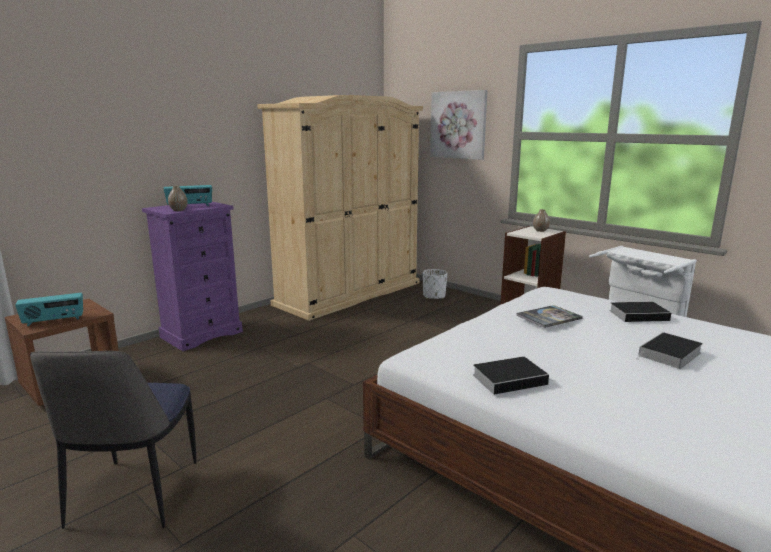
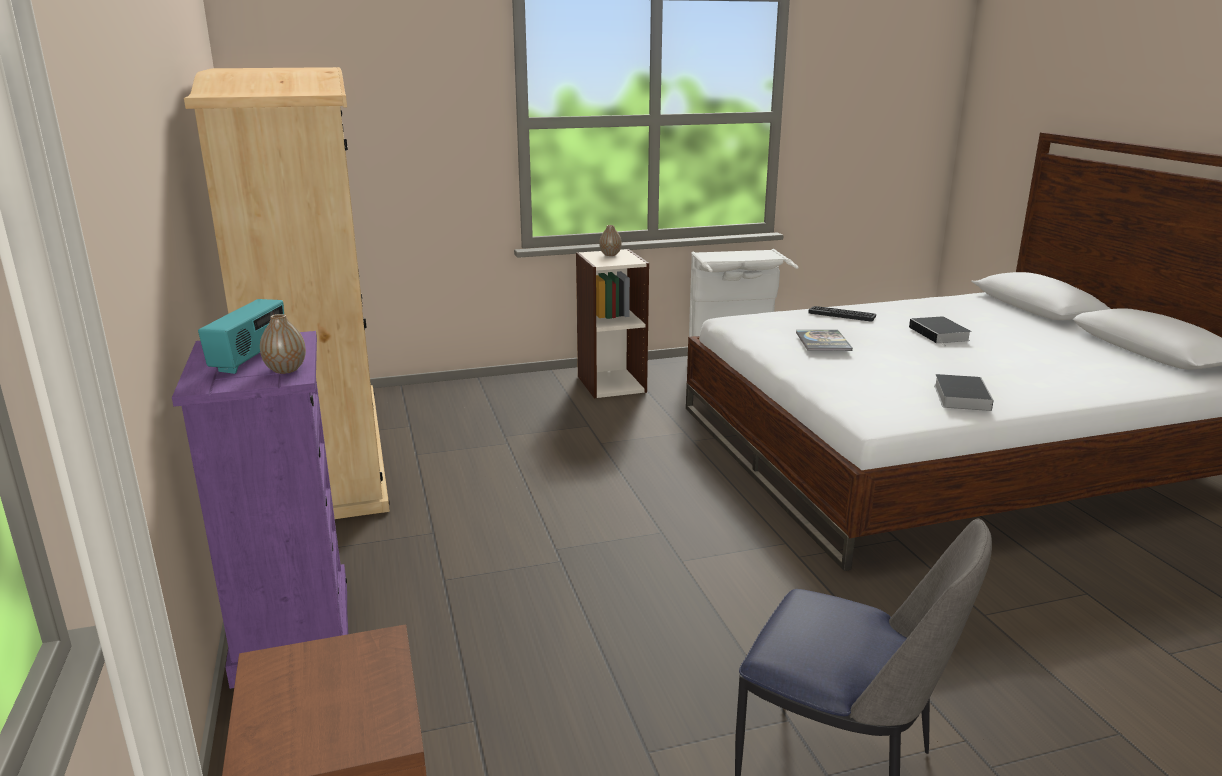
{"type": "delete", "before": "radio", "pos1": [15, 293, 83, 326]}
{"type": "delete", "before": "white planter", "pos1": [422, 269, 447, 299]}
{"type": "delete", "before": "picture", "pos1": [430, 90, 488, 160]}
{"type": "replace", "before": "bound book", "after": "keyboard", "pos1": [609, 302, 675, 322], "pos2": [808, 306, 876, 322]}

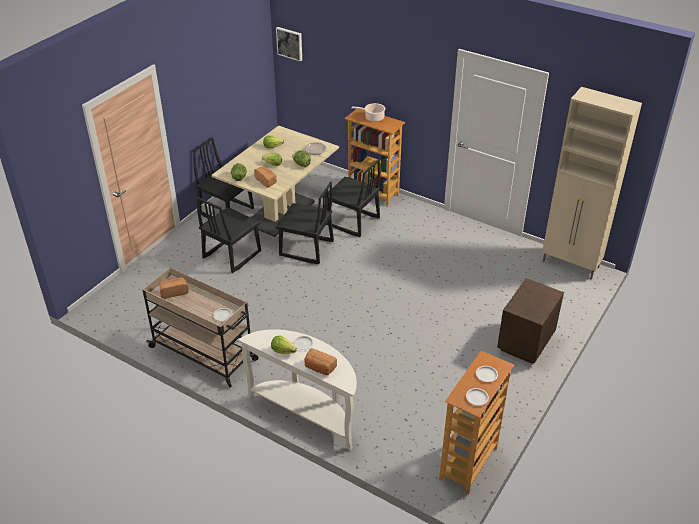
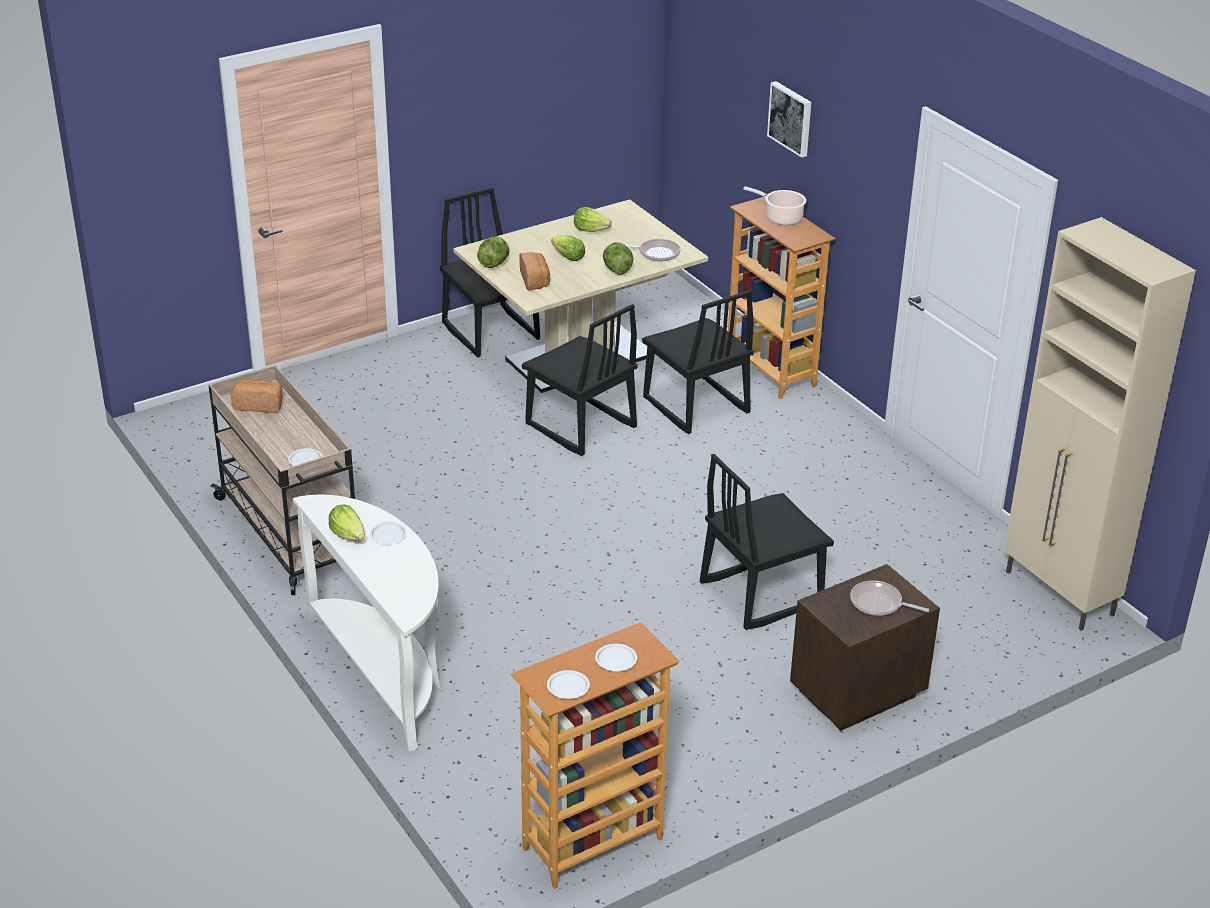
{"type": "delete", "before": "bakery bread", "pos1": [304, 348, 337, 375]}
{"type": "insert", "after": "pan", "pos2": [850, 580, 929, 616]}
{"type": "move", "before": "black-coloured plain chair", "pos1": [197, 197, 261, 273], "pos2": [700, 454, 834, 630]}
{"type": "move", "before": "picture", "pos1": [276, 27, 302, 61], "pos2": [767, 81, 811, 158]}

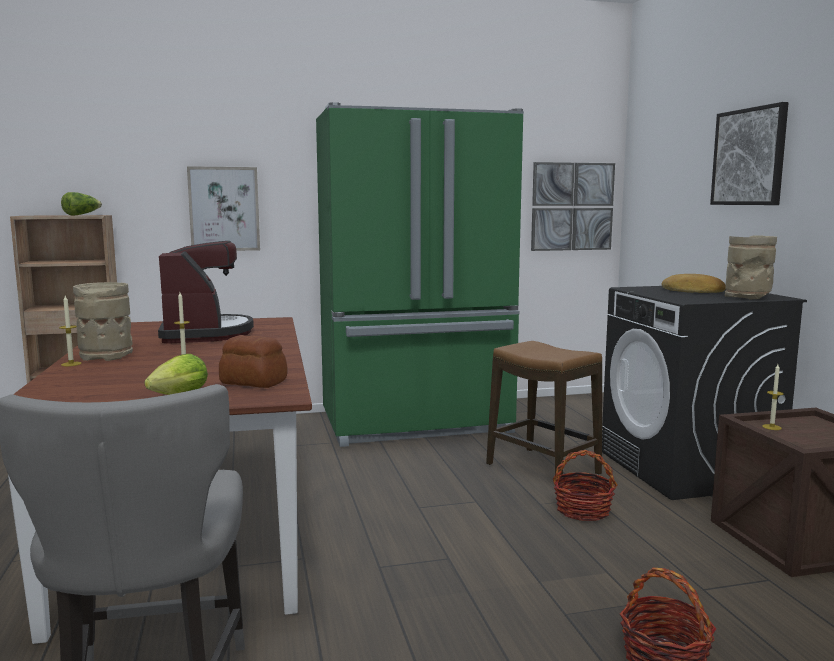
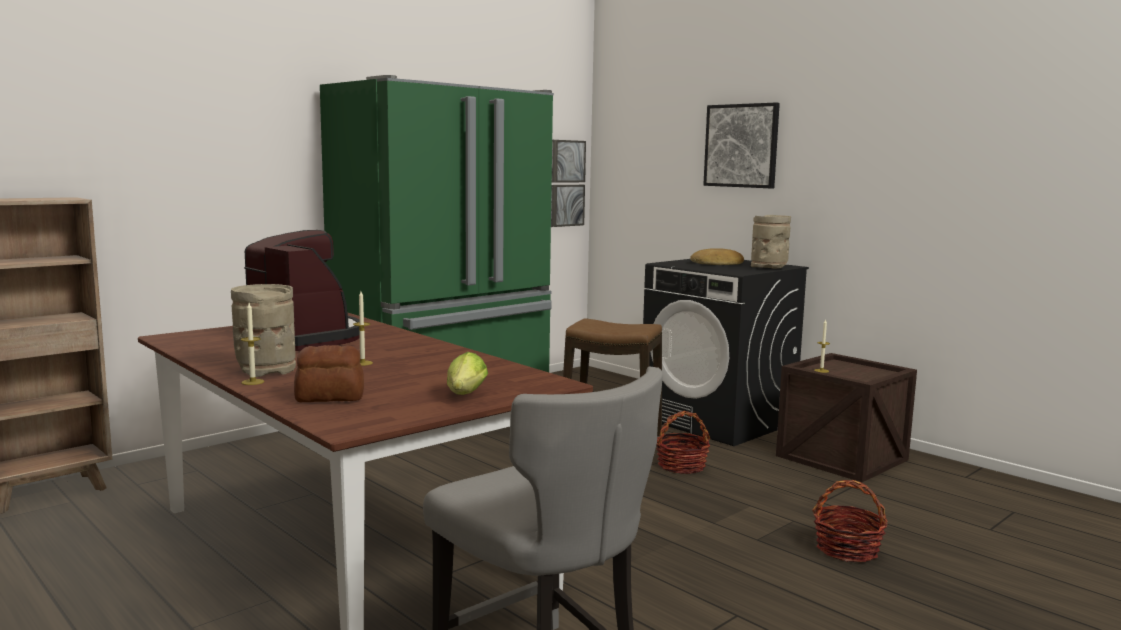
{"type": "delete", "before": "lettuce", "pos1": [61, 192, 102, 215]}
{"type": "delete", "before": "picture", "pos1": [187, 166, 260, 251]}
{"type": "move", "before": "bakery bread", "pos1": [219, 335, 287, 388], "pos2": [294, 345, 364, 402]}

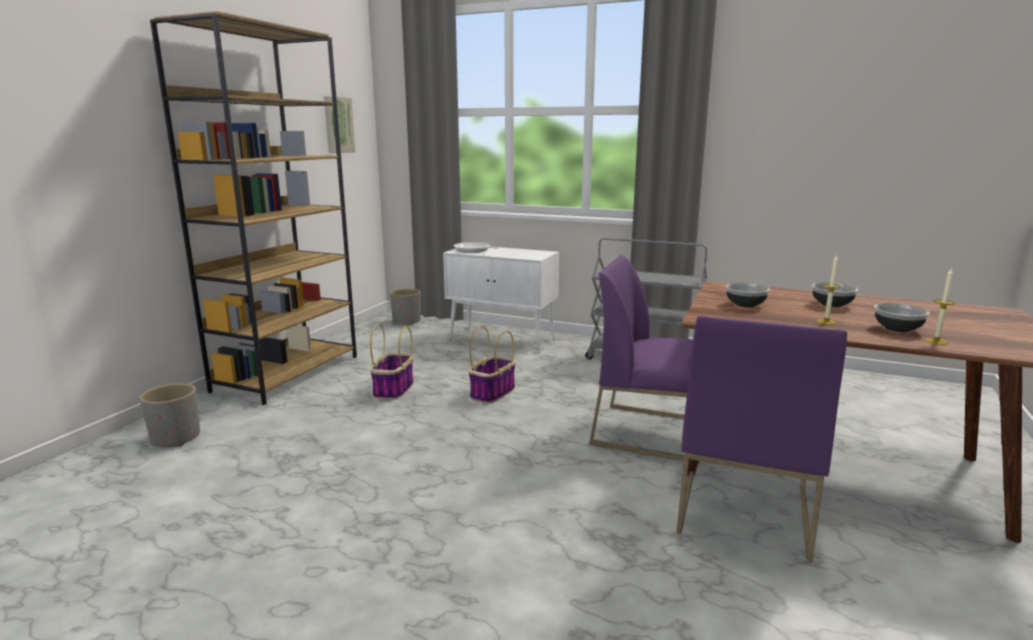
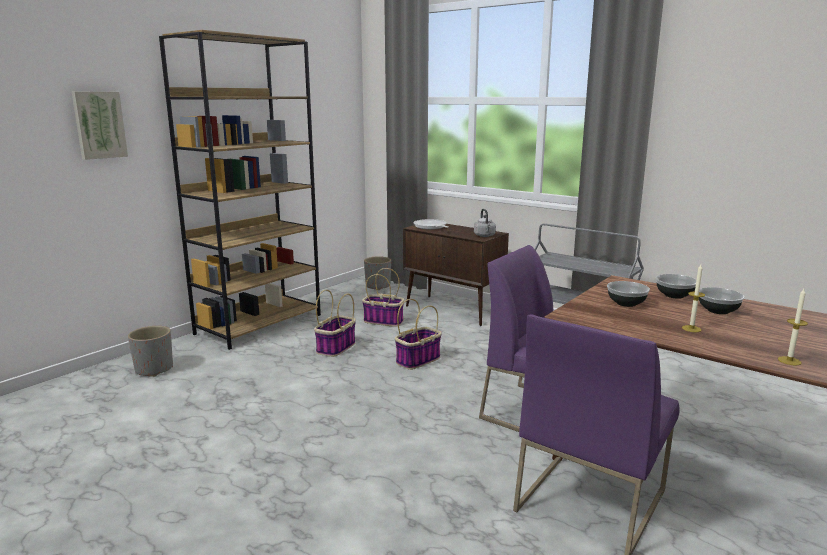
{"type": "insert", "after": "basket", "pos2": [362, 268, 404, 327]}
{"type": "insert", "after": "grey tea kettle", "pos2": [474, 209, 496, 237]}
{"type": "move", "before": "picture", "pos1": [324, 96, 355, 153], "pos2": [72, 92, 128, 160]}
{"type": "move", "before": "bowl", "pos1": [874, 303, 930, 332], "pos2": [656, 274, 696, 299]}
{"type": "recolor", "before": "white storage cabinet", "after": "brownish storage cabinet", "pos1": [443, 247, 559, 352], "pos2": [403, 224, 509, 326]}

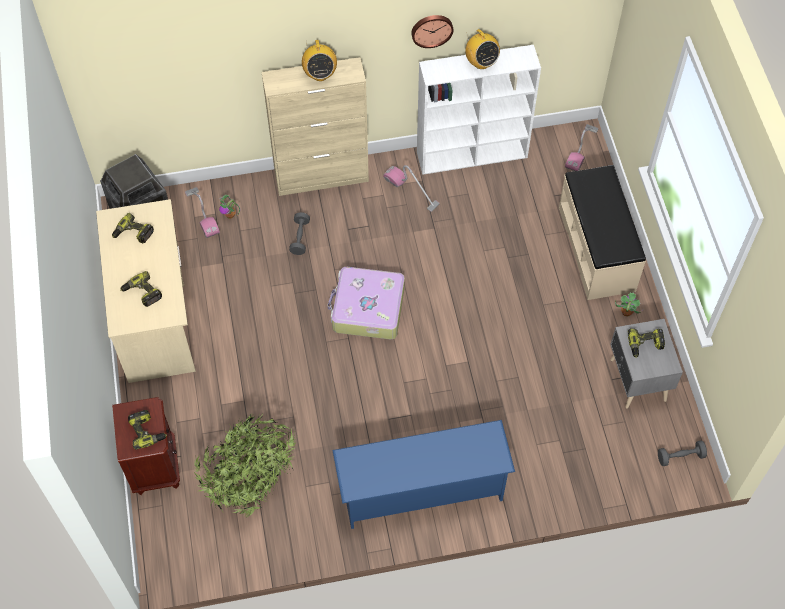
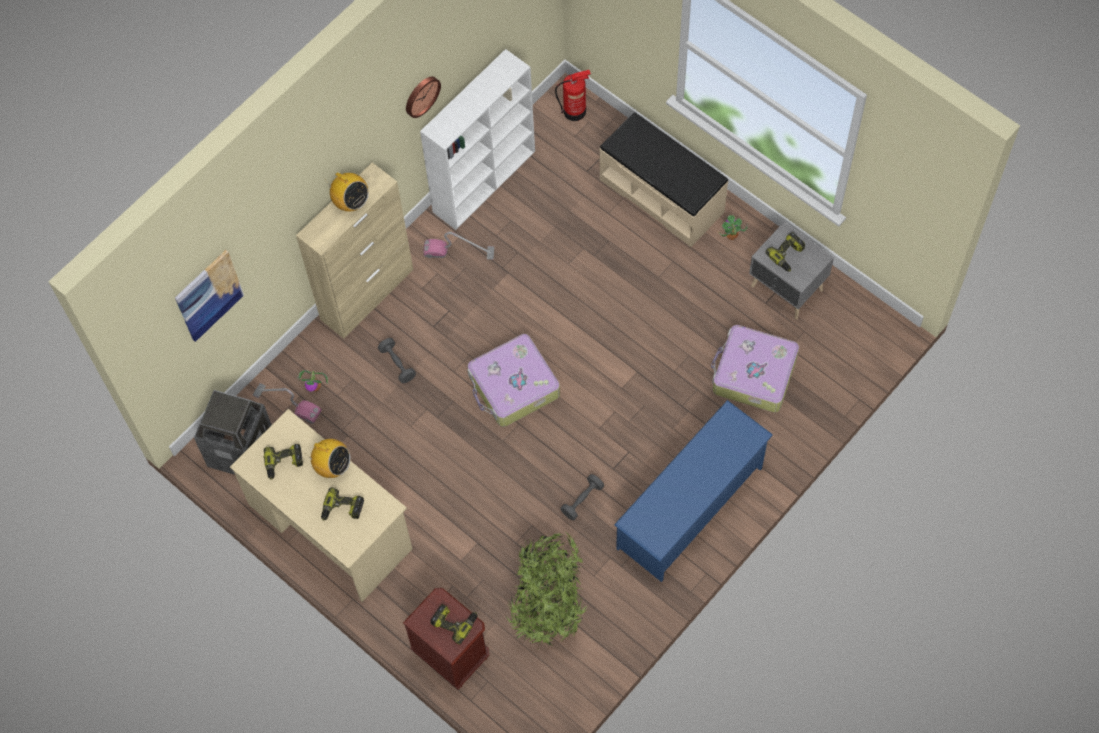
{"type": "insert", "after": "picture", "pos2": [175, 250, 244, 342]}
{"type": "insert", "after": "piece of luggage", "pos2": [711, 325, 799, 412]}
{"type": "move", "before": "radio", "pos1": [465, 29, 500, 69], "pos2": [305, 439, 351, 478]}
{"type": "move", "before": "grey dumbbell", "pos1": [658, 440, 707, 466], "pos2": [561, 474, 604, 520]}
{"type": "replace", "before": "vacuum cleaner", "after": "fire extinguisher", "pos1": [565, 124, 598, 171], "pos2": [555, 70, 591, 121]}

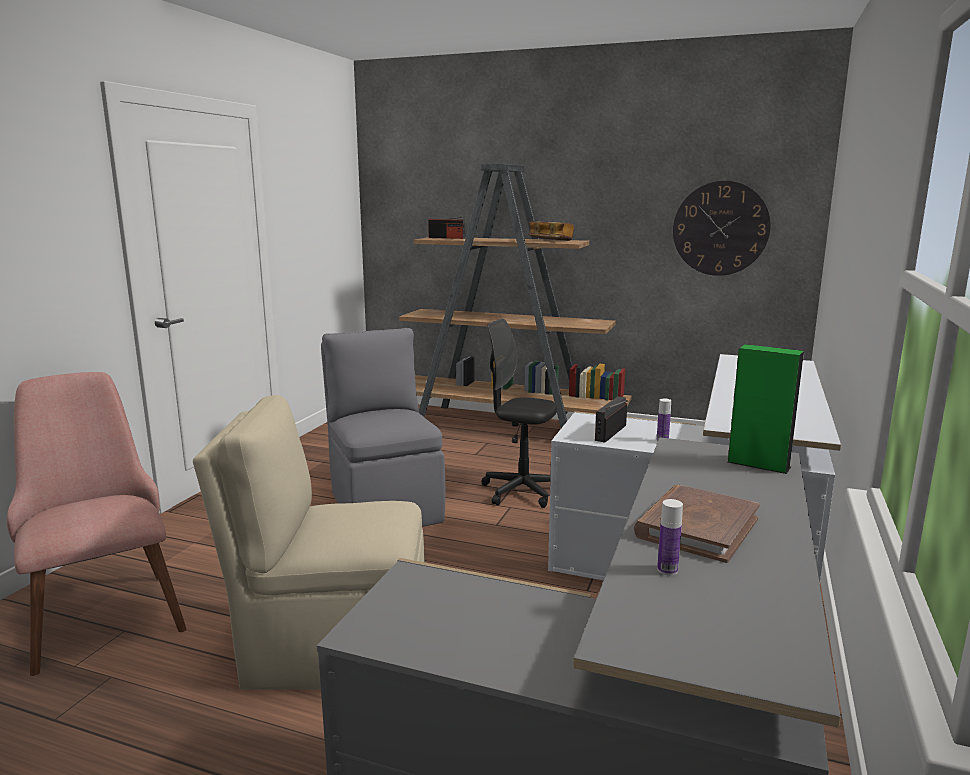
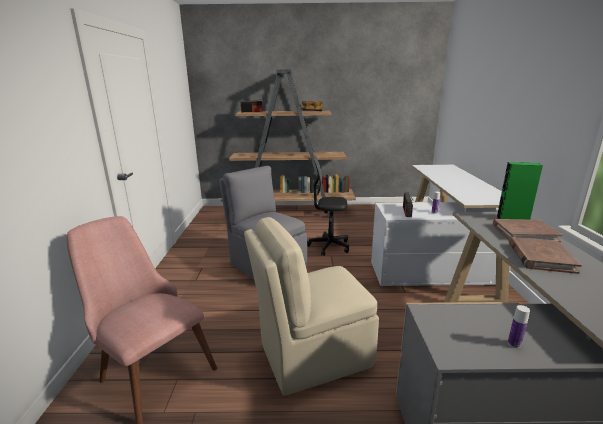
{"type": "delete", "before": "wall clock", "pos1": [673, 181, 771, 276]}
{"type": "insert", "after": "brownish bound book", "pos2": [493, 219, 563, 242]}
{"type": "move", "before": "drink bottle", "pos1": [657, 499, 683, 576], "pos2": [508, 305, 530, 348]}

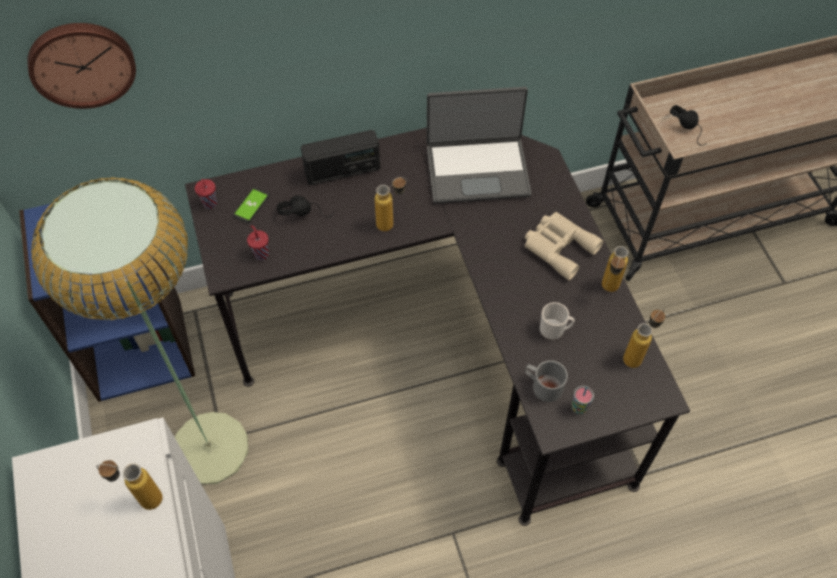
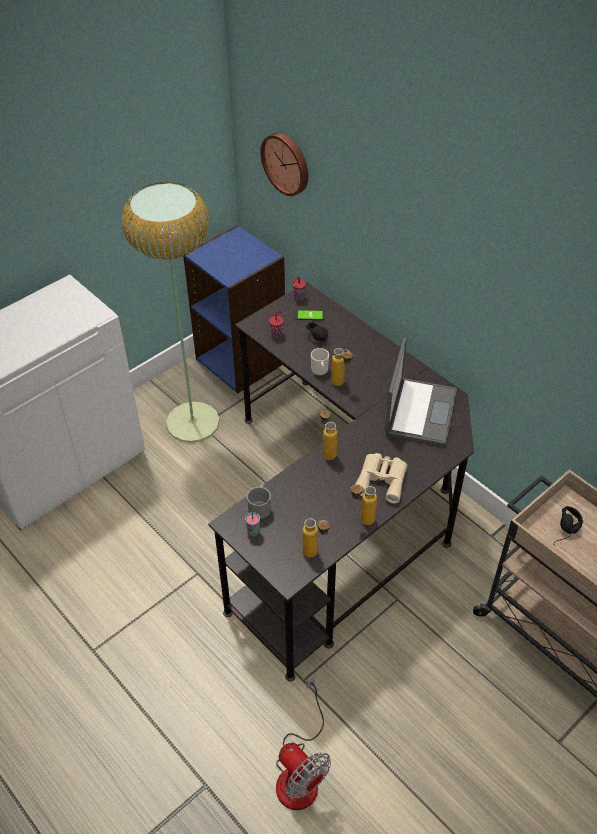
{"type": "delete", "before": "radio", "pos1": [301, 130, 380, 185]}
{"type": "insert", "after": "electric fan", "pos2": [276, 675, 331, 810]}
{"type": "move", "before": "drink bottle", "pos1": [96, 460, 163, 510], "pos2": [320, 408, 337, 460]}
{"type": "move", "before": "tea mug", "pos1": [540, 302, 575, 340], "pos2": [311, 348, 329, 375]}
{"type": "rotate", "before": "notebook computer", "pos1": [426, 87, 531, 204], "pos2": [385, 338, 457, 446], "turn": -135}

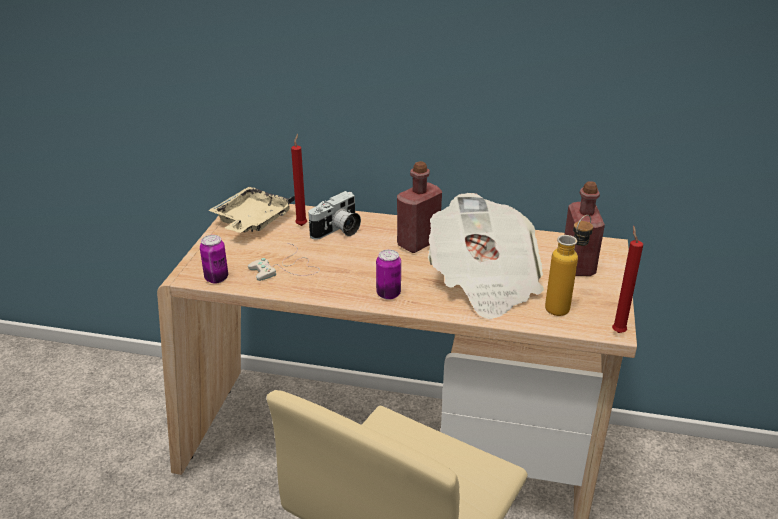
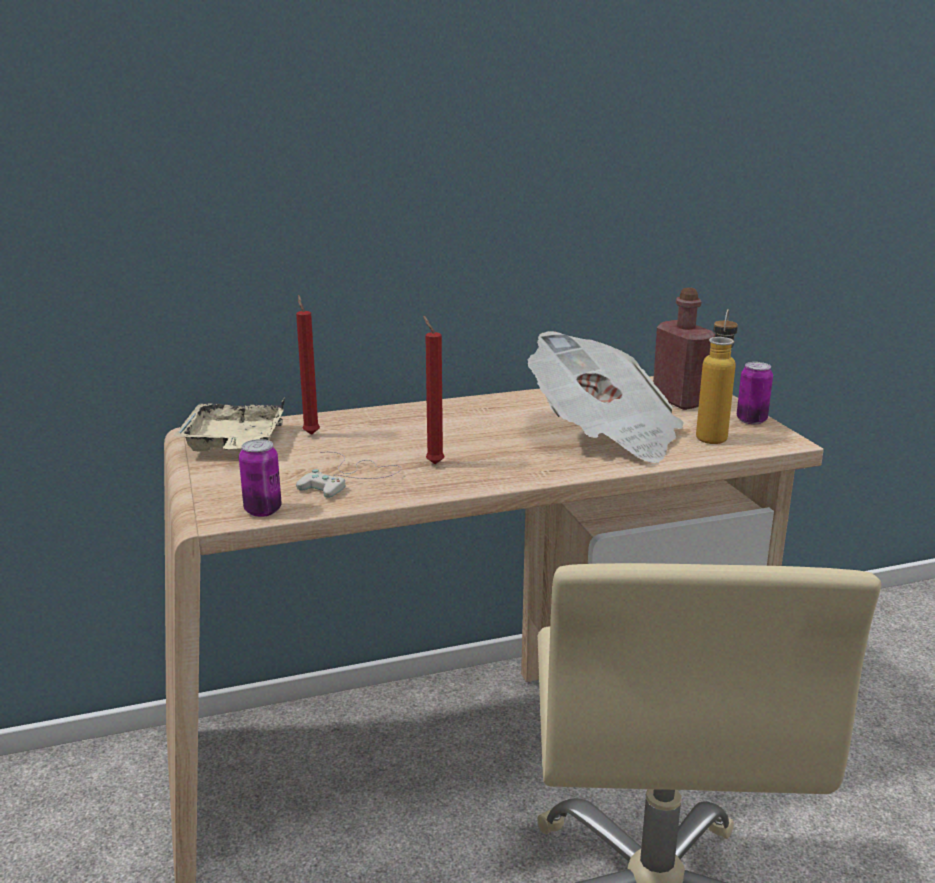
{"type": "delete", "before": "photo camera", "pos1": [308, 191, 361, 240]}
{"type": "delete", "before": "reddish drink bottle", "pos1": [397, 161, 442, 253]}
{"type": "move", "before": "metal can", "pos1": [376, 250, 401, 300], "pos2": [737, 362, 773, 425]}
{"type": "move", "before": "reddish candle", "pos1": [612, 226, 643, 333], "pos2": [423, 315, 445, 464]}

